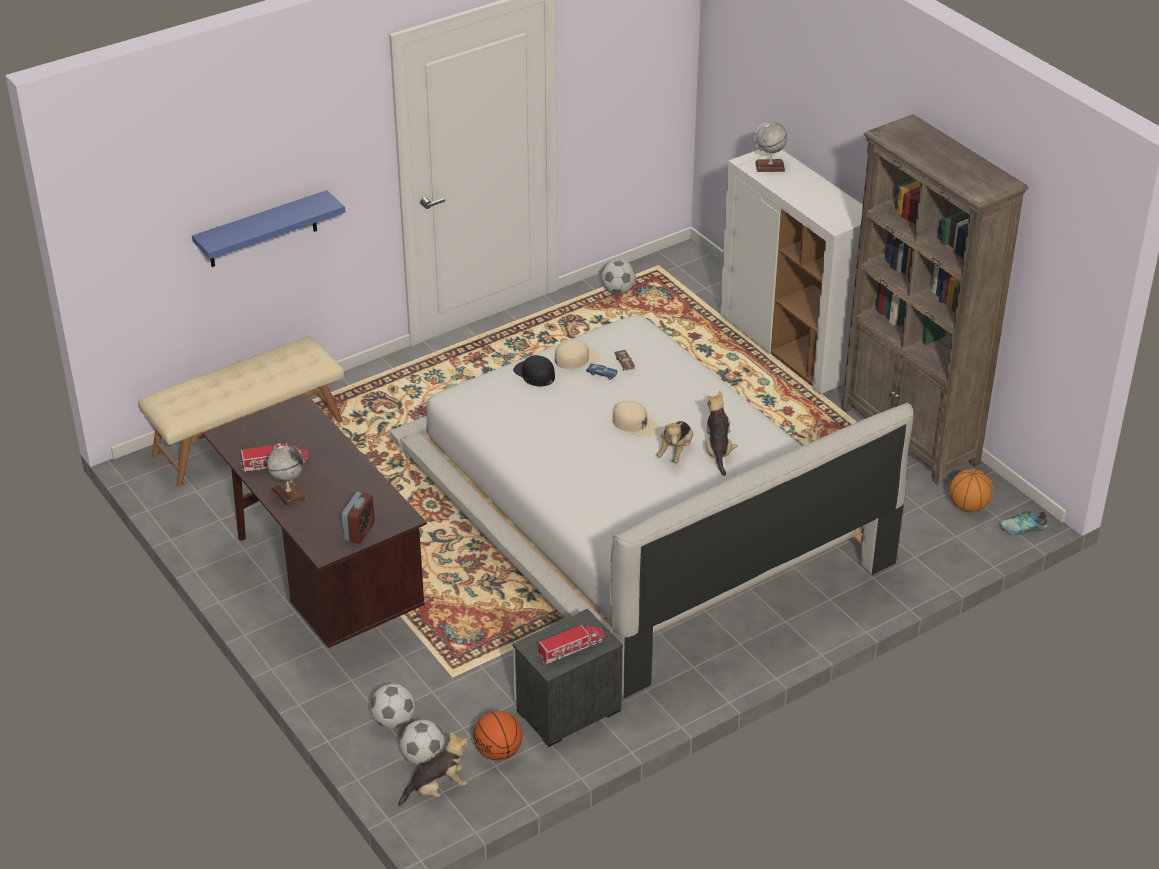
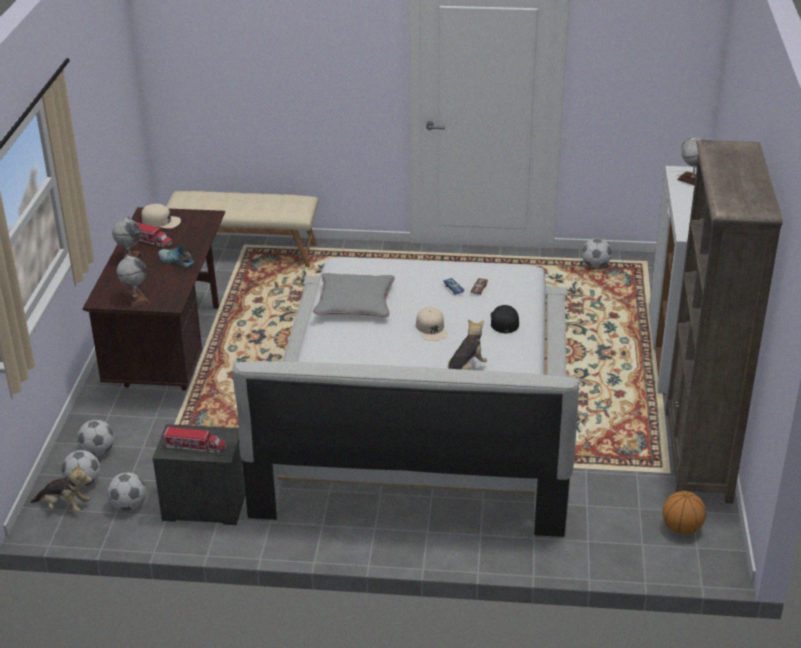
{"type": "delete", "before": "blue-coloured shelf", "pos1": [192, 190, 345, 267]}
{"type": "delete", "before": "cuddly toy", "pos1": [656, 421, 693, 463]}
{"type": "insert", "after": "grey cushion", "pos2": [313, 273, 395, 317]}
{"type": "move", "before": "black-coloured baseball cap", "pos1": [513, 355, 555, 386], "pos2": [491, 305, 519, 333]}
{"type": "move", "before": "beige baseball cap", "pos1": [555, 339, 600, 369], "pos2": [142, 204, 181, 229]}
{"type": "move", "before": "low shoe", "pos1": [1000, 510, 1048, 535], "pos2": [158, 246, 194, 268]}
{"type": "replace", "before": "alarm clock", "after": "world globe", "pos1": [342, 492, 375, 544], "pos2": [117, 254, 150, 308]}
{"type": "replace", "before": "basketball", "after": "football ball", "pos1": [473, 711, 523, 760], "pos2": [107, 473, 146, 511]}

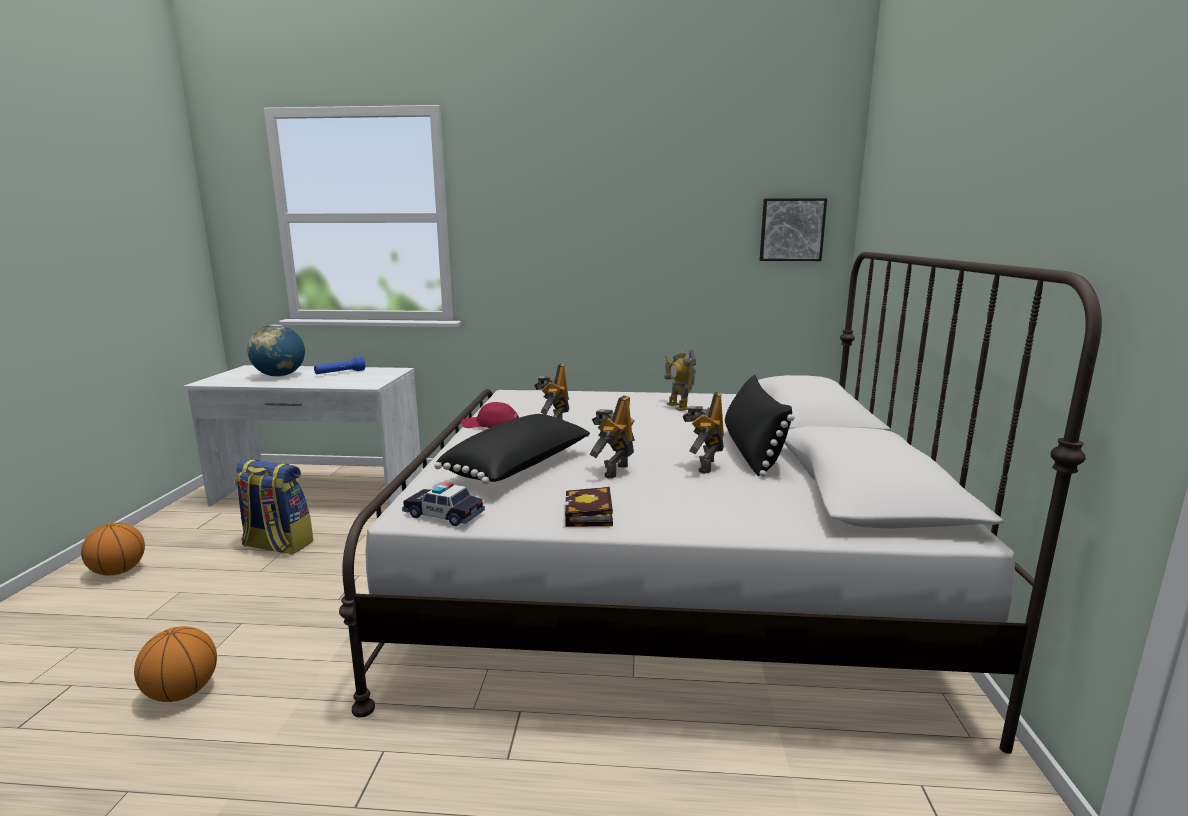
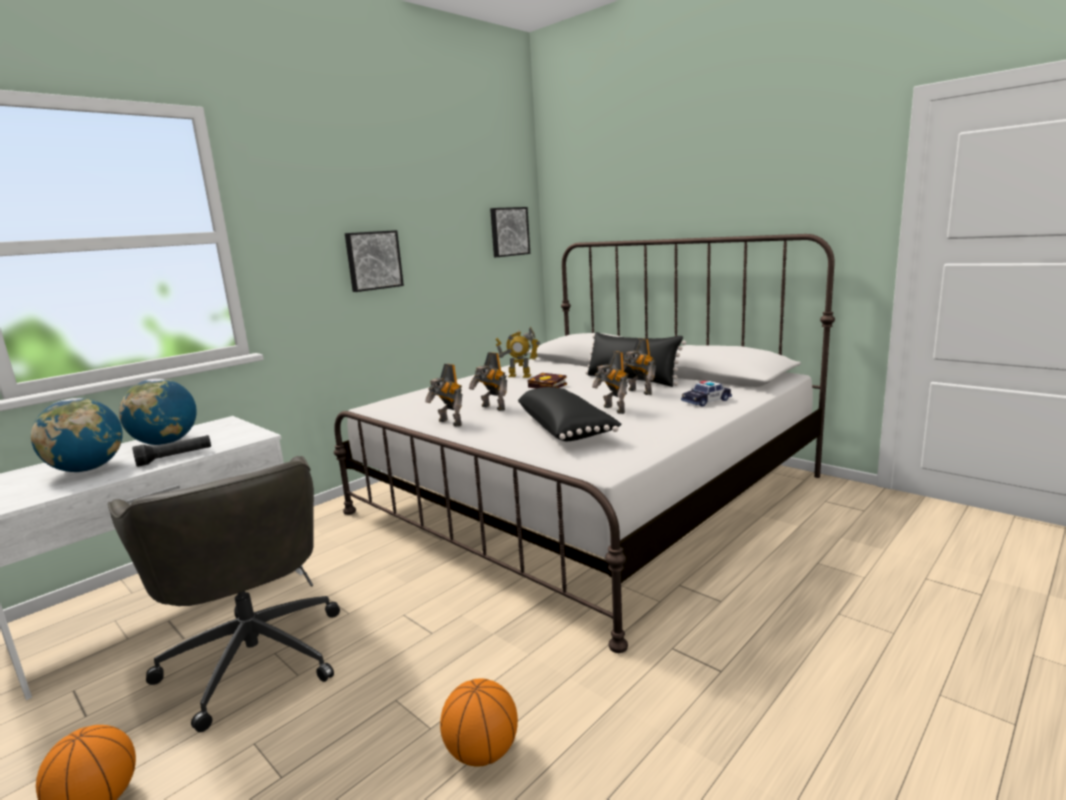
{"type": "insert", "after": "black-coloured hand torch", "pos2": [132, 435, 211, 467]}
{"type": "insert", "after": "picture", "pos2": [345, 230, 404, 292]}
{"type": "move", "before": "miniature car", "pos1": [402, 482, 485, 526], "pos2": [681, 381, 732, 407]}
{"type": "move", "before": "bound book", "pos1": [565, 487, 613, 527], "pos2": [528, 373, 567, 389]}
{"type": "replace", "before": "backpack", "after": "grey office chair", "pos1": [234, 459, 313, 554], "pos2": [108, 456, 340, 732]}
{"type": "replace", "before": "blue-coloured hand torch", "after": "world globe", "pos1": [314, 357, 365, 374], "pos2": [119, 379, 197, 445]}
{"type": "replace", "before": "reddish baseball cap", "after": "model robot", "pos1": [461, 402, 519, 428], "pos2": [425, 364, 463, 427]}

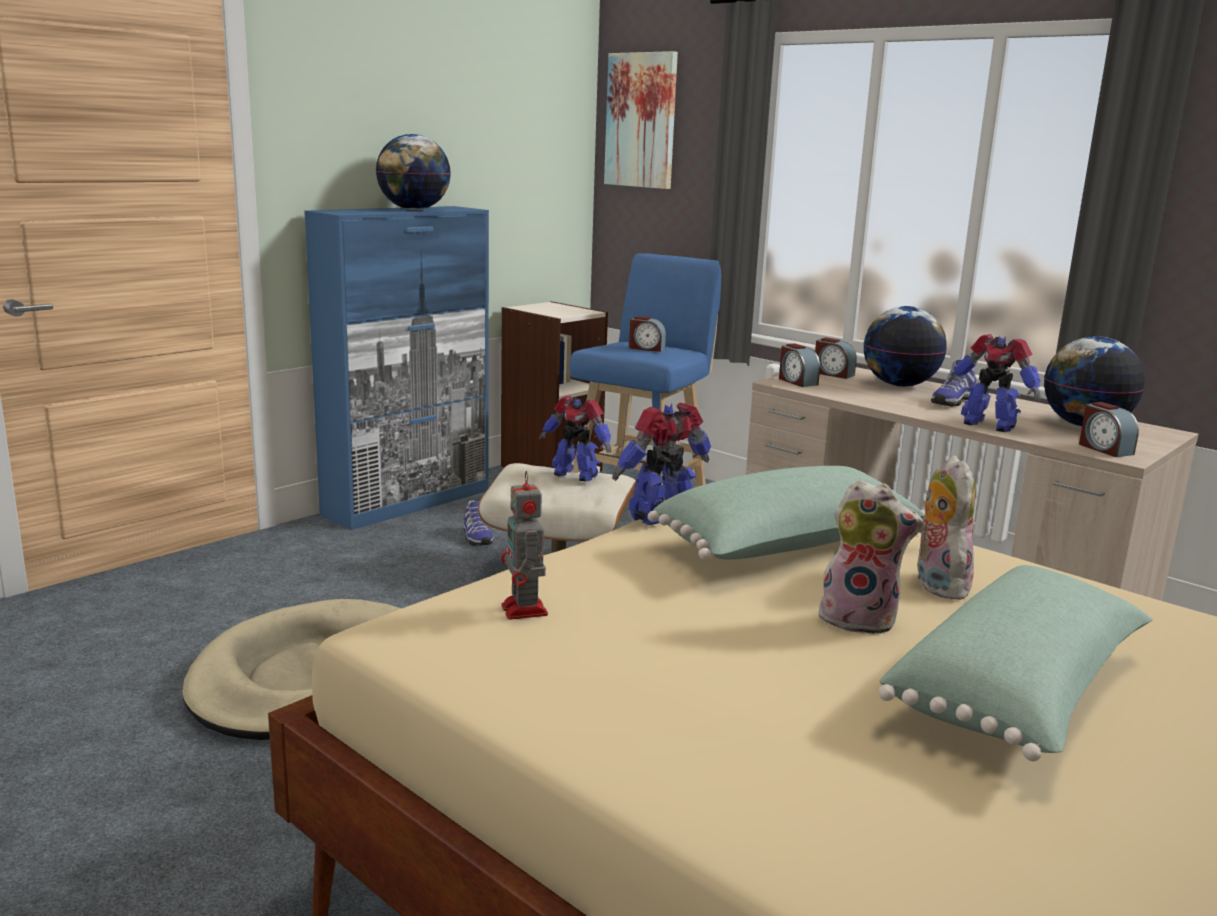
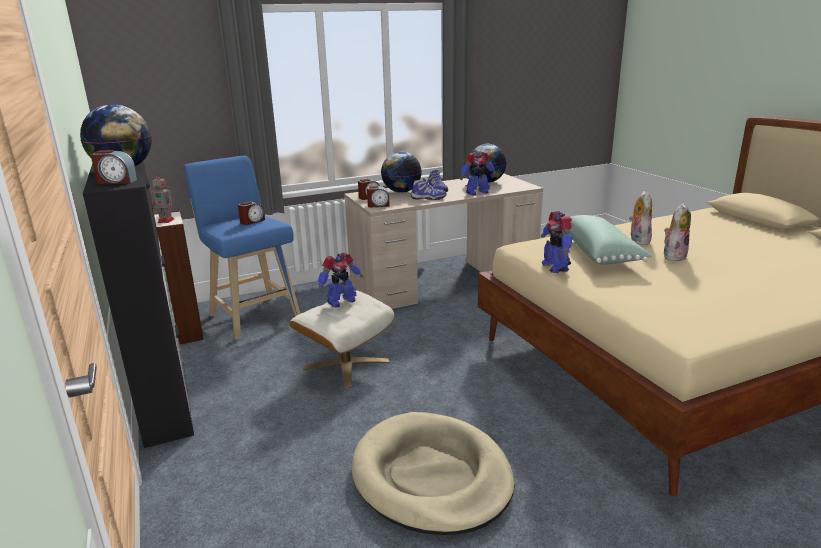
{"type": "delete", "before": "picture", "pos1": [604, 51, 678, 189]}
{"type": "delete", "before": "green-coloured cushion", "pos1": [879, 565, 1153, 761]}
{"type": "move", "before": "low shoe", "pos1": [464, 500, 493, 546], "pos2": [411, 178, 447, 200]}
{"type": "move", "before": "model robot", "pos1": [501, 471, 548, 620], "pos2": [151, 173, 175, 223]}
{"type": "move", "before": "alarm clock", "pos1": [1079, 402, 1139, 457], "pos2": [91, 150, 138, 184]}
{"type": "recolor", "before": "blue-coloured storage cabinet", "after": "black-coloured storage cabinet", "pos1": [305, 206, 489, 530], "pos2": [83, 161, 194, 448]}
{"type": "rotate", "before": "cuddly toy", "pos1": [918, 455, 976, 600], "pos2": [629, 191, 652, 245], "turn": 75}

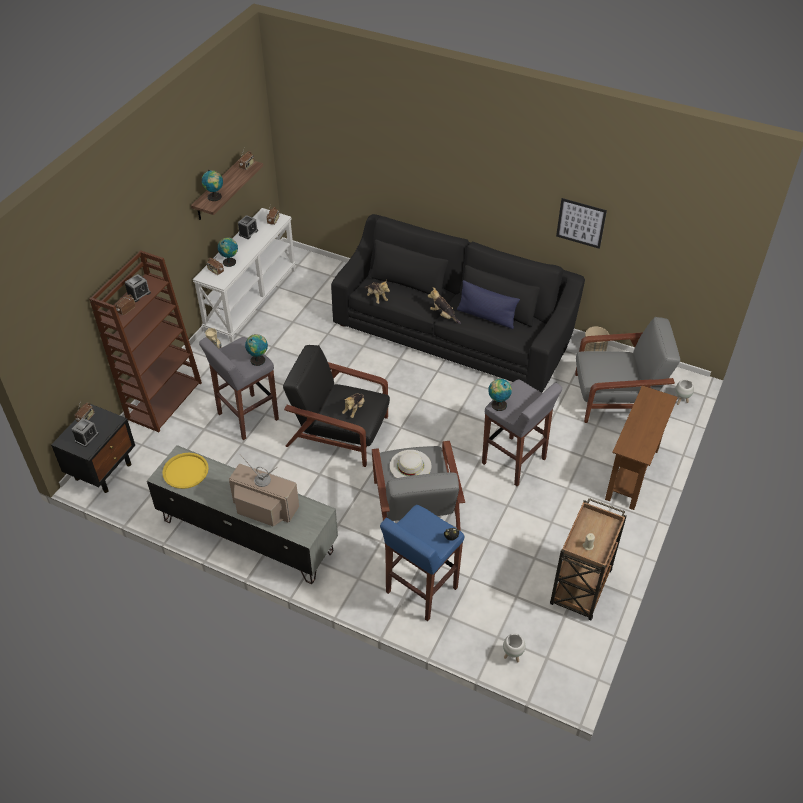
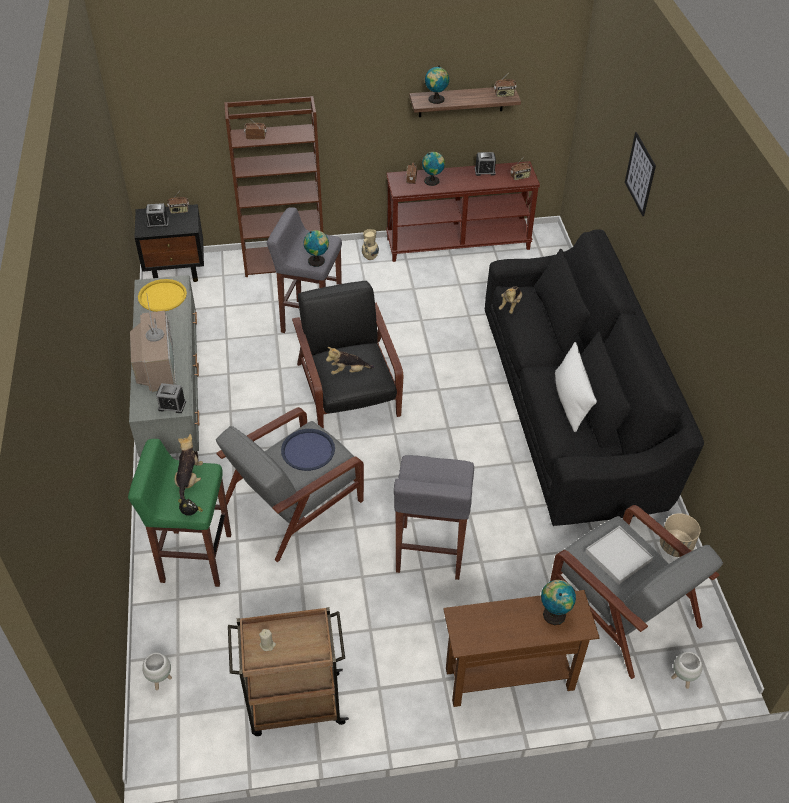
{"type": "insert", "after": "white tray", "pos2": [585, 526, 653, 585]}
{"type": "move", "before": "alarm clock", "pos1": [125, 274, 151, 302], "pos2": [156, 383, 186, 413]}
{"type": "move", "before": "cuddly toy", "pos1": [428, 287, 461, 324], "pos2": [174, 434, 203, 500]}
{"type": "move", "before": "world globe", "pos1": [488, 379, 512, 411], "pos2": [541, 580, 576, 625]}
{"type": "move", "before": "picture", "pos1": [556, 198, 607, 249], "pos2": [625, 132, 656, 216]}
{"type": "replace", "before": "white clothing hat", "after": "blue-coloured tray", "pos1": [390, 450, 431, 478], "pos2": [281, 429, 335, 471]}
{"type": "recolor", "before": "white hall table", "after": "brownish hall table", "pos1": [193, 208, 296, 342], "pos2": [386, 161, 540, 262]}
{"type": "recolor", "before": "blue-coloured stool", "after": "green-coloured stool", "pos1": [380, 505, 464, 621], "pos2": [128, 439, 231, 587]}
{"type": "recolor", "before": "blue-coloured cushion", "after": "white cushion", "pos1": [457, 280, 520, 329], "pos2": [555, 342, 597, 432]}

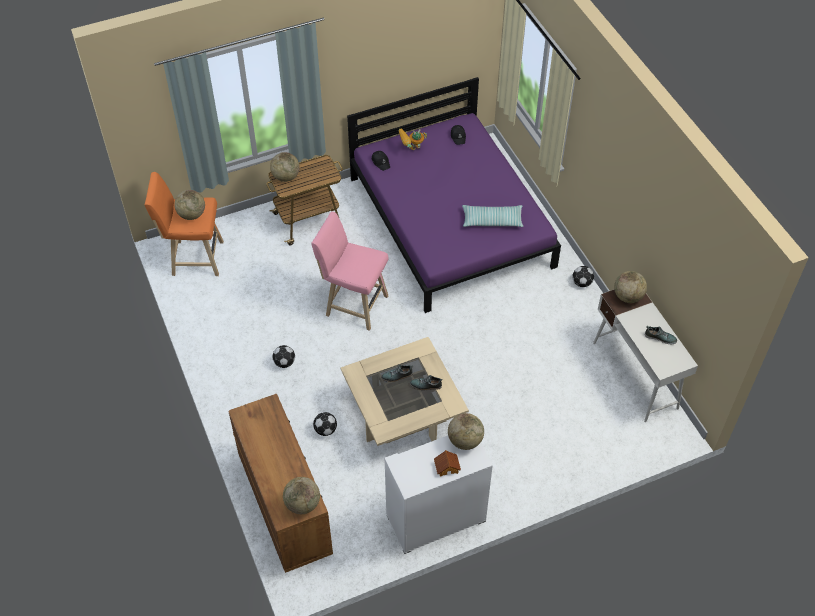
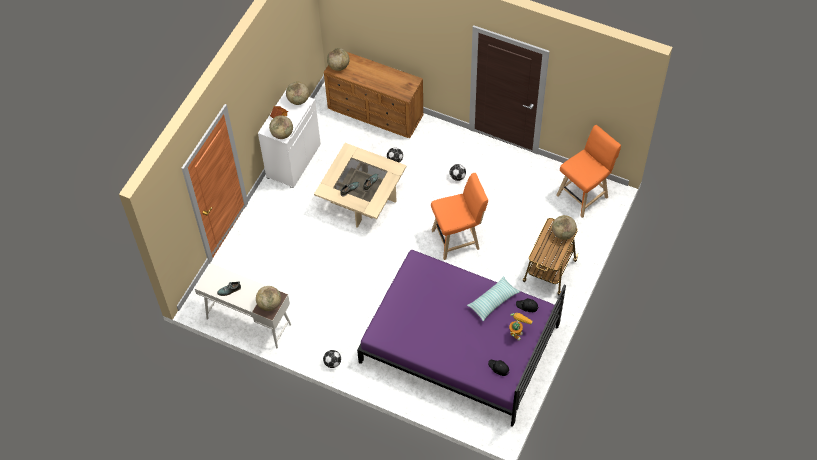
{"type": "move", "before": "world globe", "pos1": [174, 190, 205, 220], "pos2": [286, 81, 309, 105]}
{"type": "move", "before": "cushion", "pos1": [462, 205, 523, 227], "pos2": [467, 276, 520, 321]}
{"type": "recolor", "before": "pink stool", "after": "orange-coloured stool", "pos1": [311, 212, 388, 331], "pos2": [431, 173, 488, 260]}

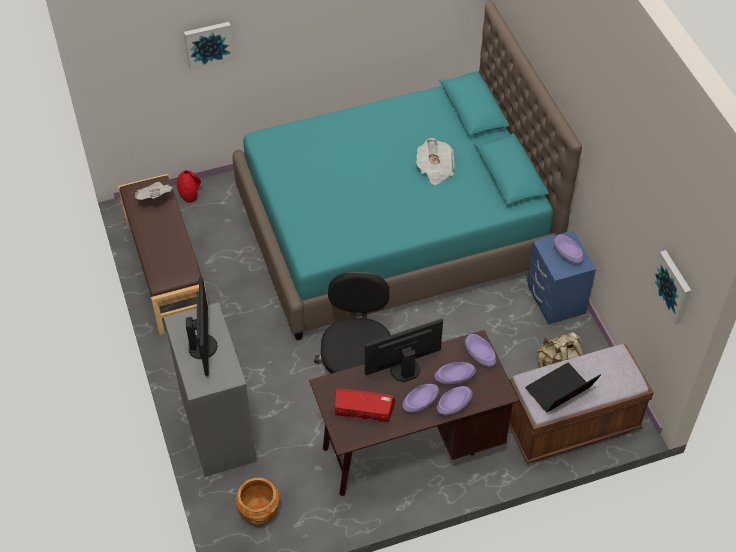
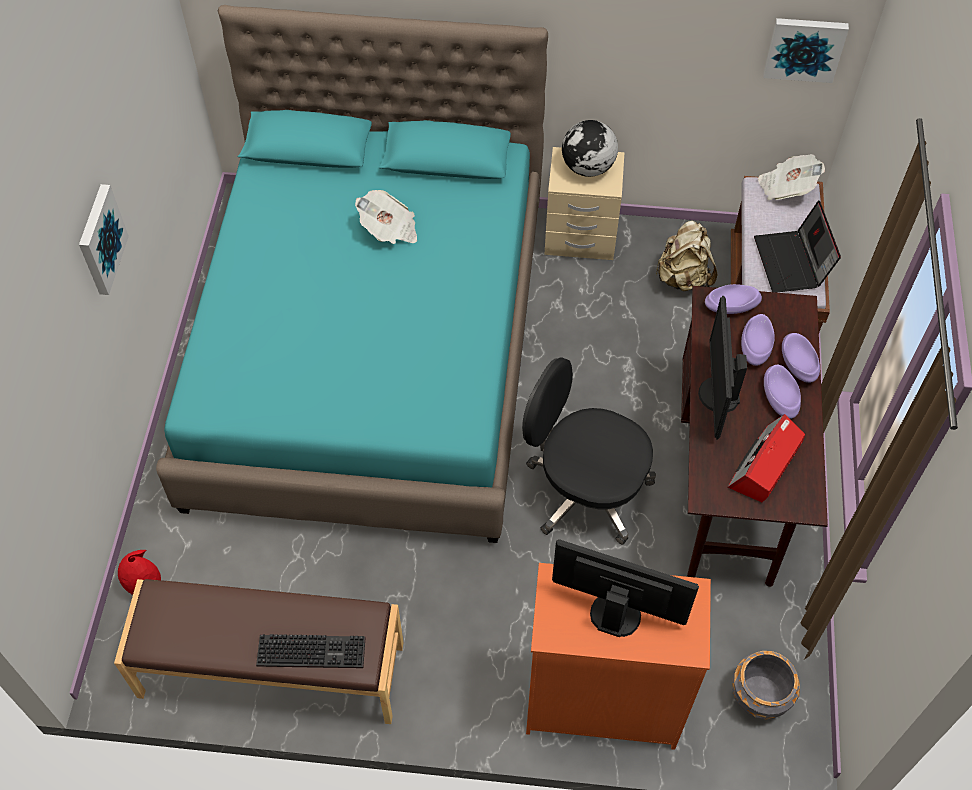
{"type": "insert", "after": "keyboard", "pos2": [256, 634, 365, 668]}
{"type": "move", "before": "daily paper", "pos1": [135, 182, 173, 200], "pos2": [758, 154, 825, 200]}
{"type": "move", "before": "picture", "pos1": [184, 22, 234, 70], "pos2": [79, 184, 129, 295]}
{"type": "replace", "before": "purple bowl", "after": "world globe", "pos1": [554, 235, 584, 264], "pos2": [562, 120, 618, 177]}
{"type": "recolor", "before": "grey dresser", "after": "orange-coloured dresser", "pos1": [164, 302, 257, 477], "pos2": [526, 563, 711, 750]}
{"type": "recolor", "before": "brownish planter", "after": "grey planter", "pos1": [236, 478, 280, 525], "pos2": [732, 651, 800, 720]}
{"type": "recolor", "before": "blue-coloured nightstand", "after": "beige nightstand", "pos1": [527, 230, 596, 325], "pos2": [545, 147, 625, 260]}

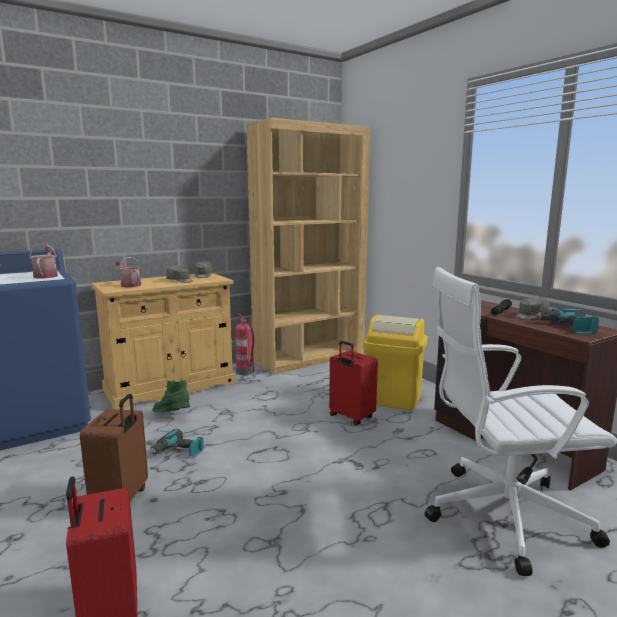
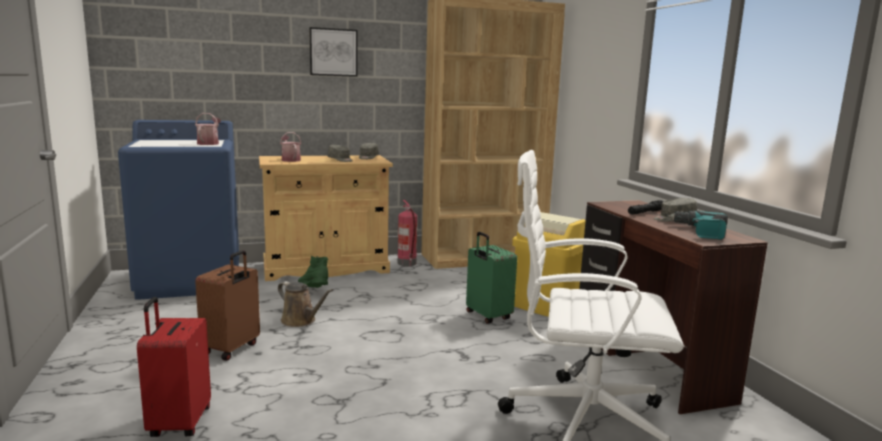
{"type": "insert", "after": "picture", "pos2": [309, 27, 358, 77]}
{"type": "replace", "before": "drill", "after": "brownish watering pot", "pos1": [149, 429, 204, 457], "pos2": [278, 281, 333, 327]}
{"type": "recolor", "before": "reddish piece of luggage", "after": "green-coloured piece of luggage", "pos1": [329, 341, 378, 425], "pos2": [466, 232, 517, 324]}

